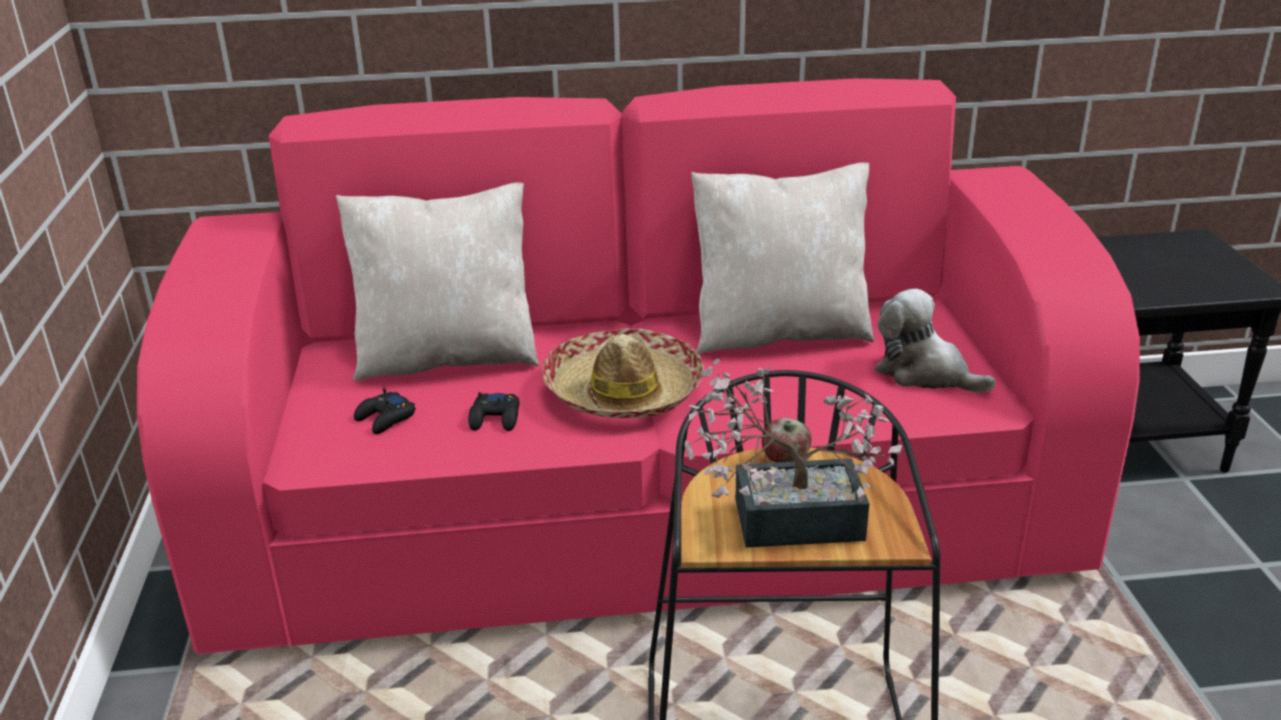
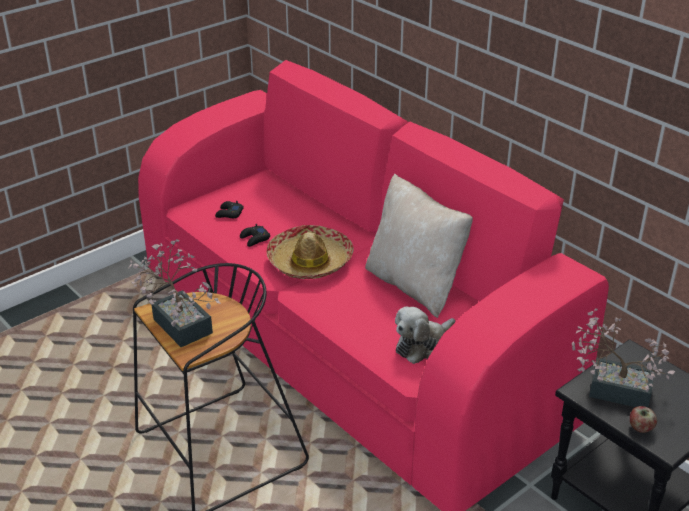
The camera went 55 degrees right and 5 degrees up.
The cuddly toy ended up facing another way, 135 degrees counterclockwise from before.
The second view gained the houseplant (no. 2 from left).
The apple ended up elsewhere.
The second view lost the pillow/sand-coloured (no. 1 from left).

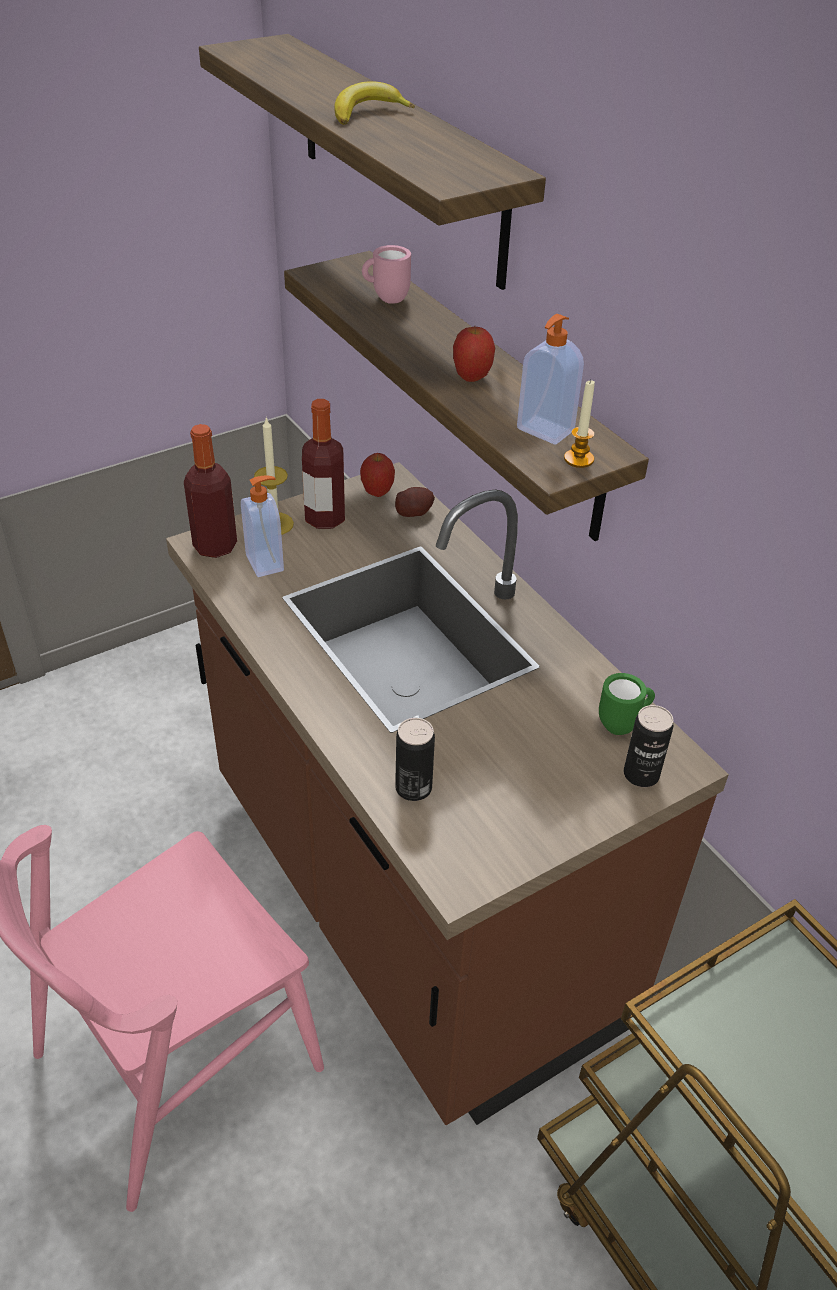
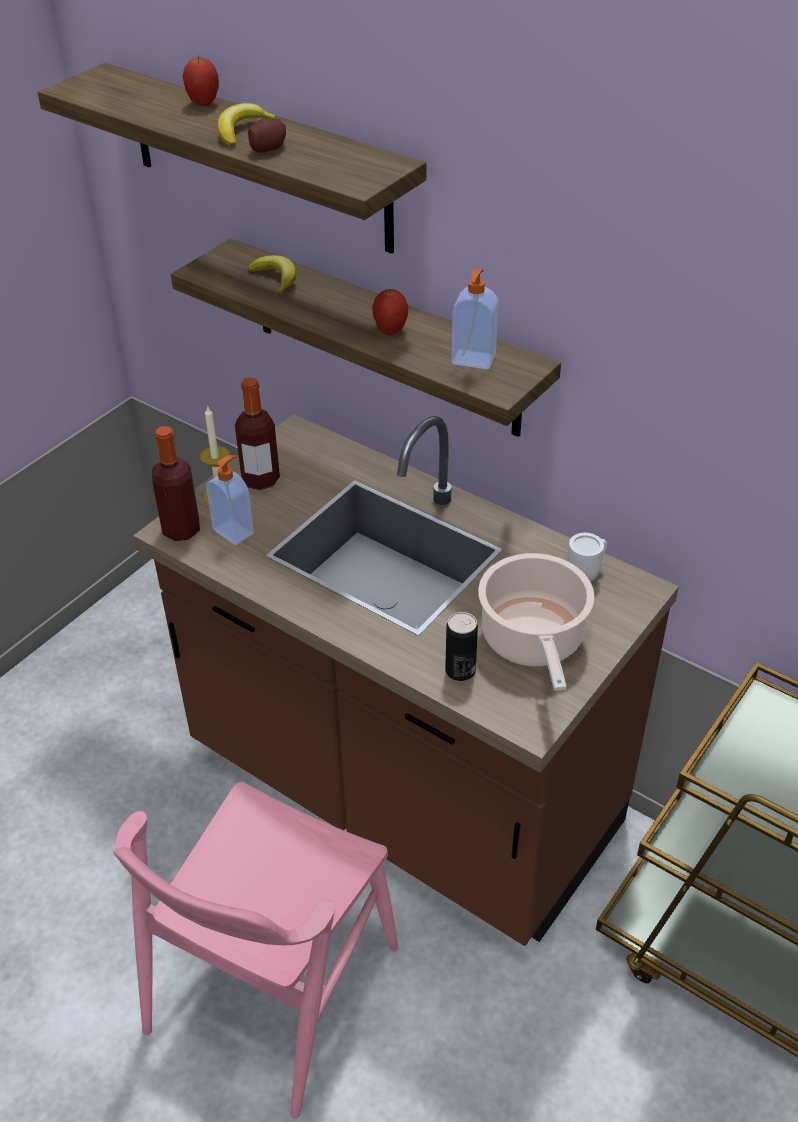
The camera went 20 degrees left and 0 degrees up.
The apple (no. 1 from left) ended up elsewhere.
The potato ended up elsewhere.
Where the tea mug/pinkish stood, the banana fruit (no. 2 from left) came to stand.
The second view gained the cooking pot.
What was the tea mug/green turned into the tea mug/white-coloured.
The second view lost the wax candle (no. 2 from left).
The second view lost the can (no. 2 from left).

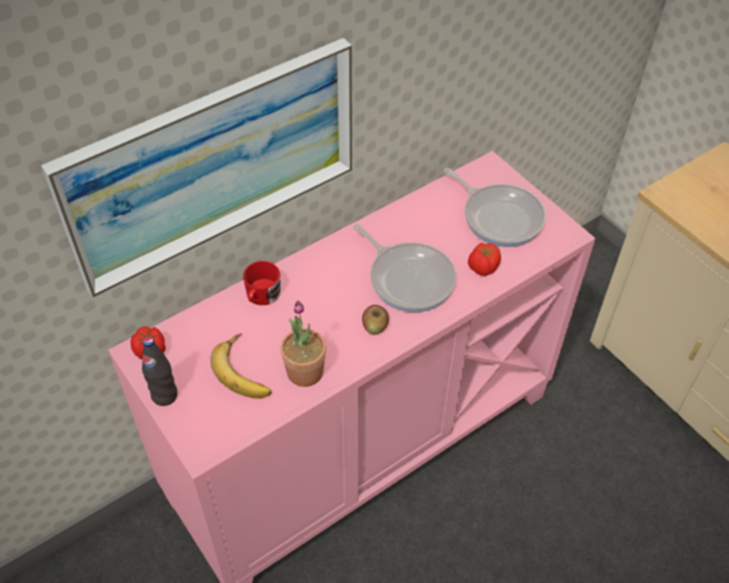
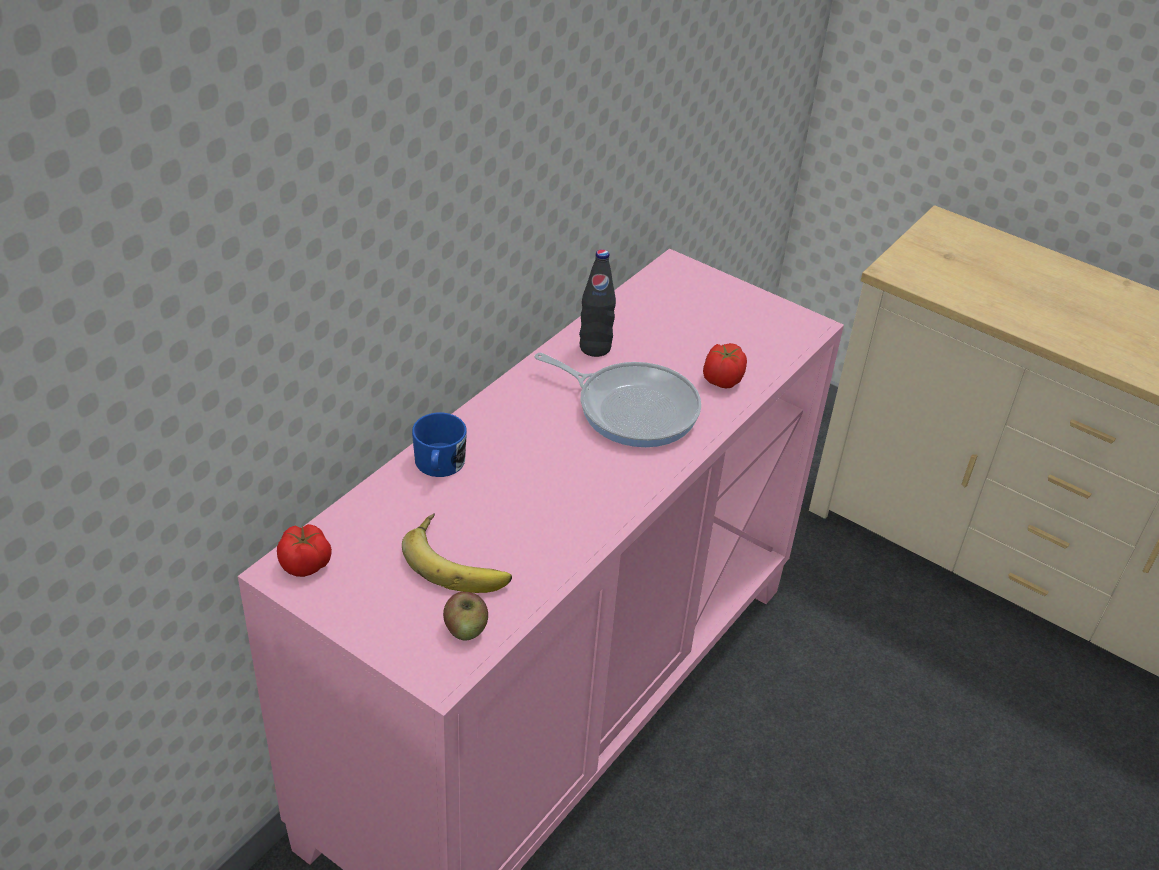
The camera went 20 degrees left and 10 degrees down.
What was the tea mug/reddish turned into the tea mug/blue-coloured.
The apple ended up elsewhere.
The drink bottle/blackish ended up elsewhere.
The second view lost the wall art.
The second view lost the houseplant.
The second view lost the frying pan (no. 2 from left).

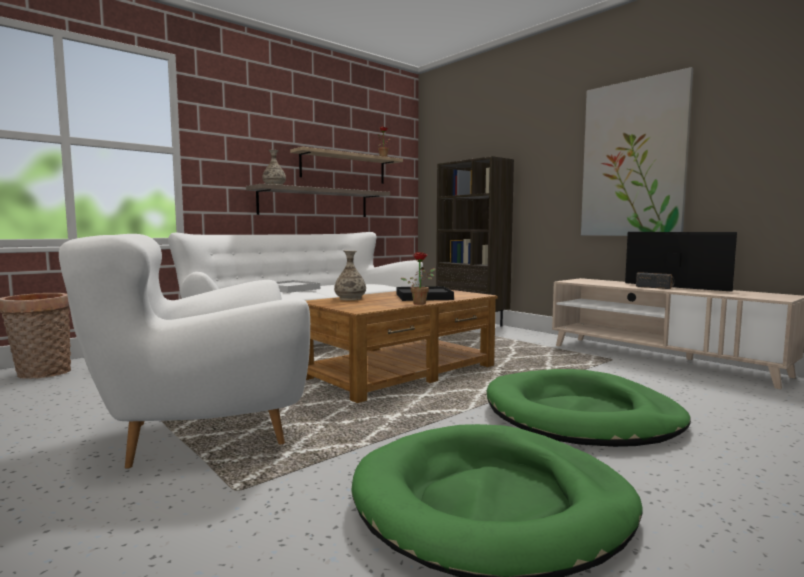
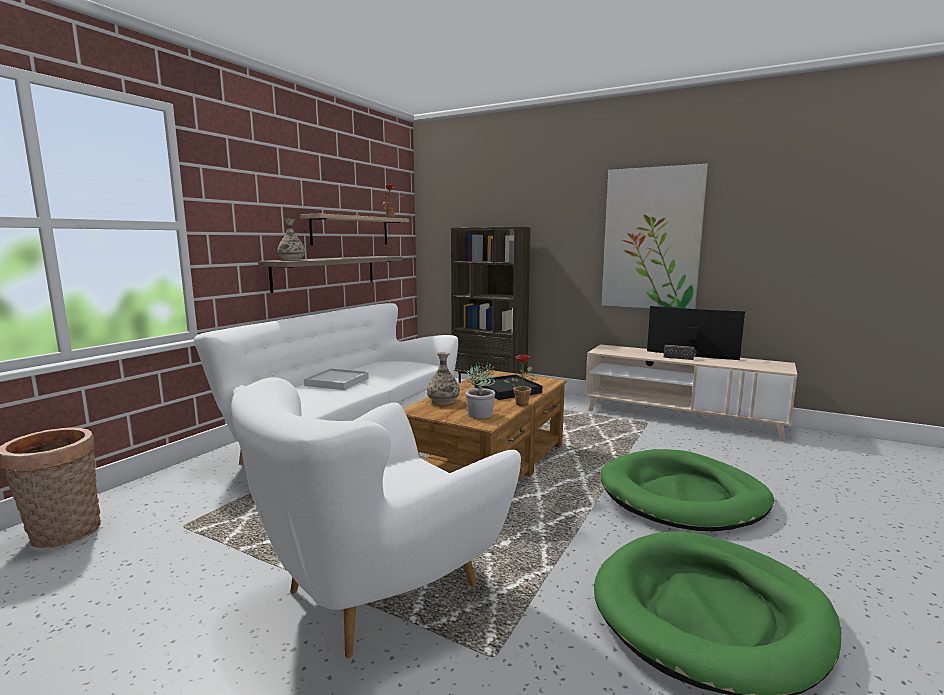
The camera went 20 degrees left and 5 degrees up.
The second view gained the houseplant (no. 2 from left).

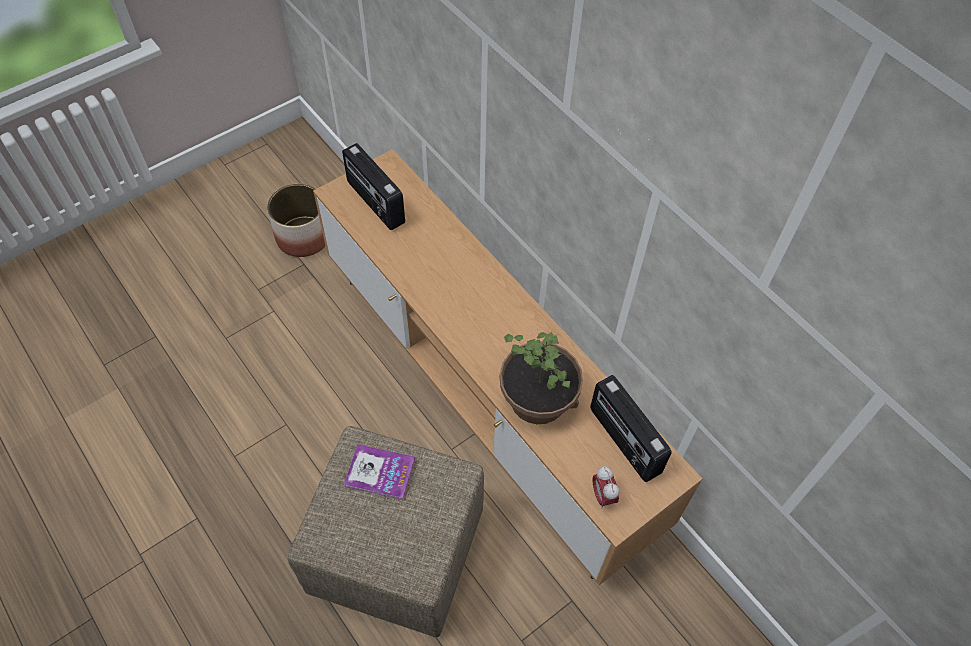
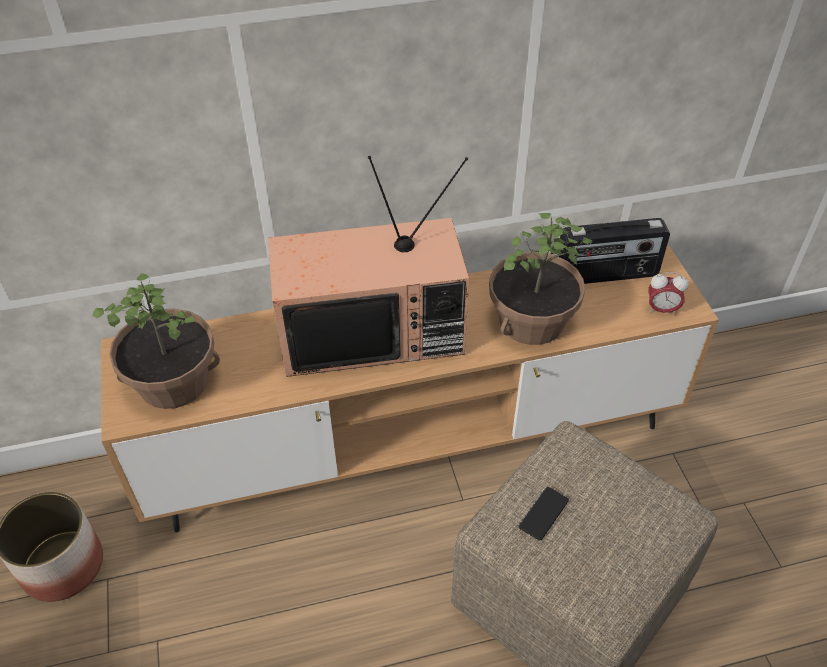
The camera went 65 degrees left and 10 degrees down.
Where the radio receiver (no. 1 from left) stood, the houseplant (no. 1 from left) came to stand.
The second view gained the television.
Where the volume stood, the handset came to stand.

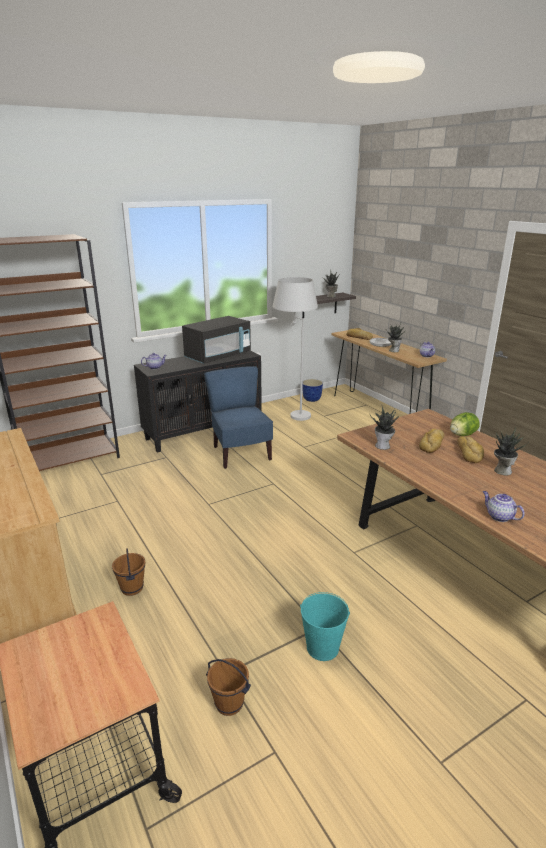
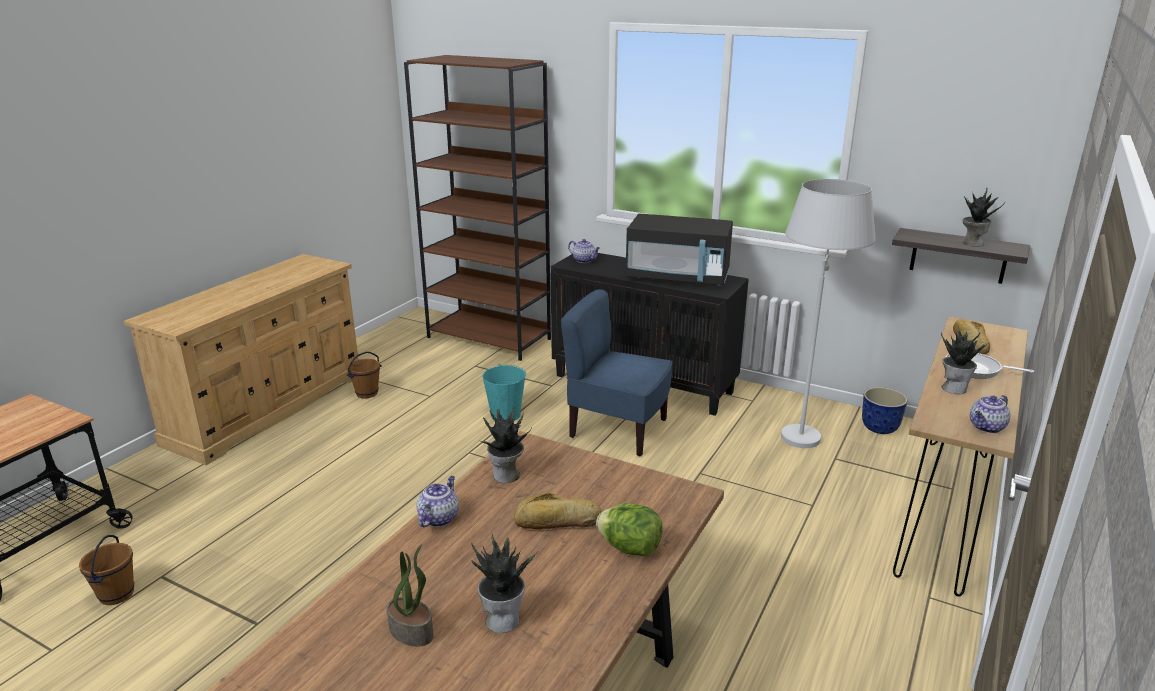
The camera went 60 degrees right and 0 degrees up.
The water bucket/brownish (no. 1 from left in the first image) ended up elsewhere.
The second view gained the houseplant (no. 1 from left).
The tea pot (no. 3 from left in the first image) ended up elsewhere.
The water bucket/turquoise-coloured ended up elsewhere.
The plain chair/blue-coloured ended up facing another way, 105 degrees counterclockwise from before.
The second view lost the bakery bread (no. 3 from left).

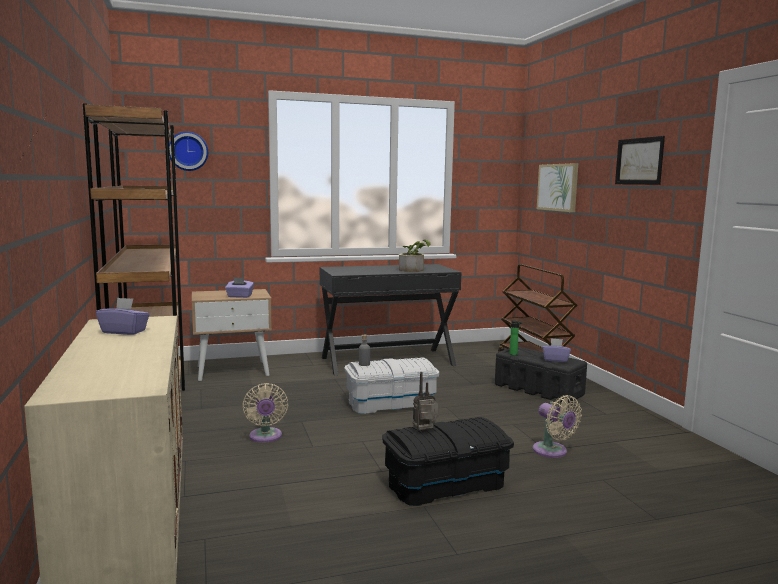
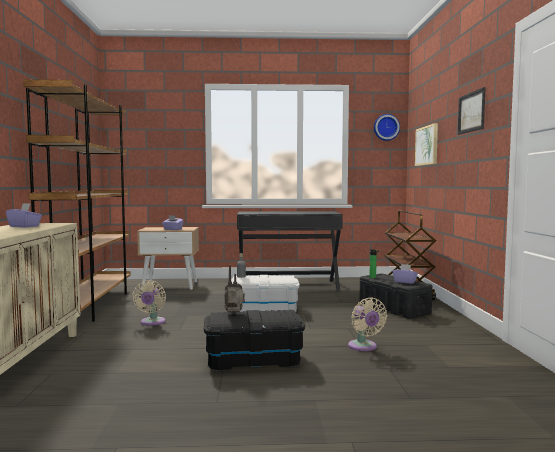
The camera went 15 degrees right and 5 degrees down.
The clock on the wall ended up elsewhere.
The second view lost the houseplant.

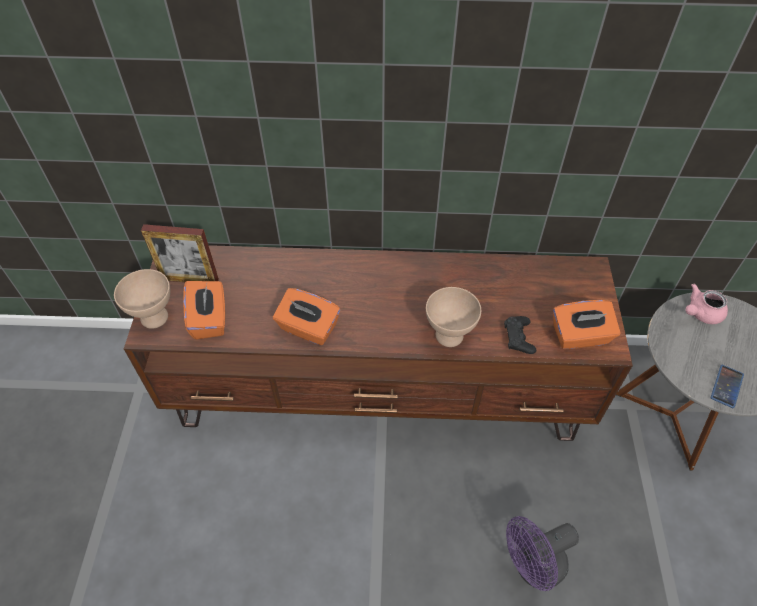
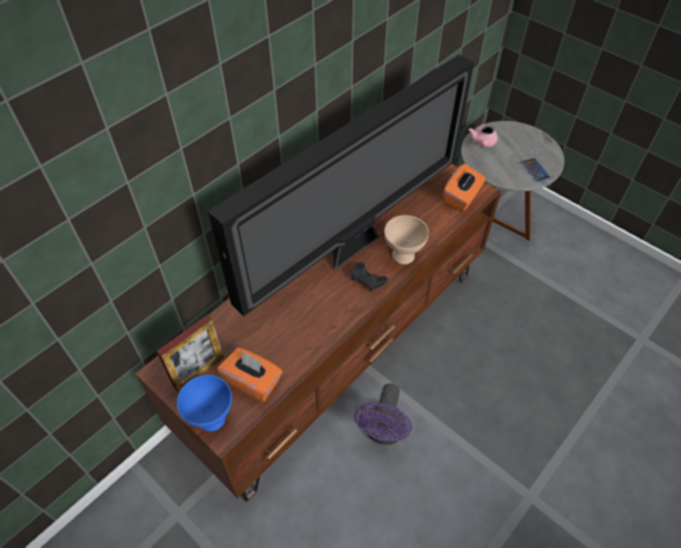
The camera went 50 degrees left and 0 degrees up.
What was the serving bowl/sand-coloured (no. 1 from left) turned into the serving bowl/blue-coloured.
The second view gained the television.
The gamepad/blackish ended up elsewhere.
The cooling fan/purplish ended up elsewhere.
The second view lost the tissue holder/orange-coloured (no. 2 from left).

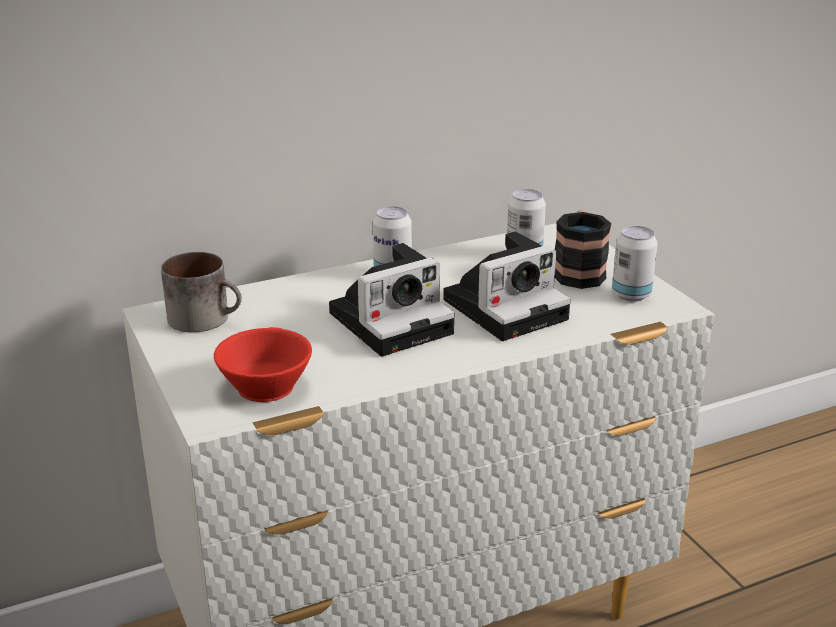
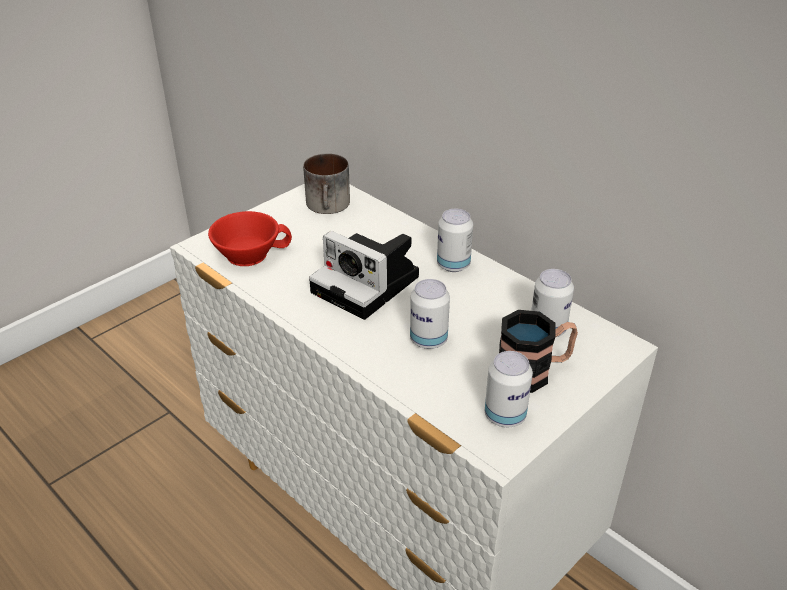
The camera went 70 degrees right and 10 degrees up.
Where the still camera (no. 2 from left) stood, the can (no. 1 from left) came to stand.

